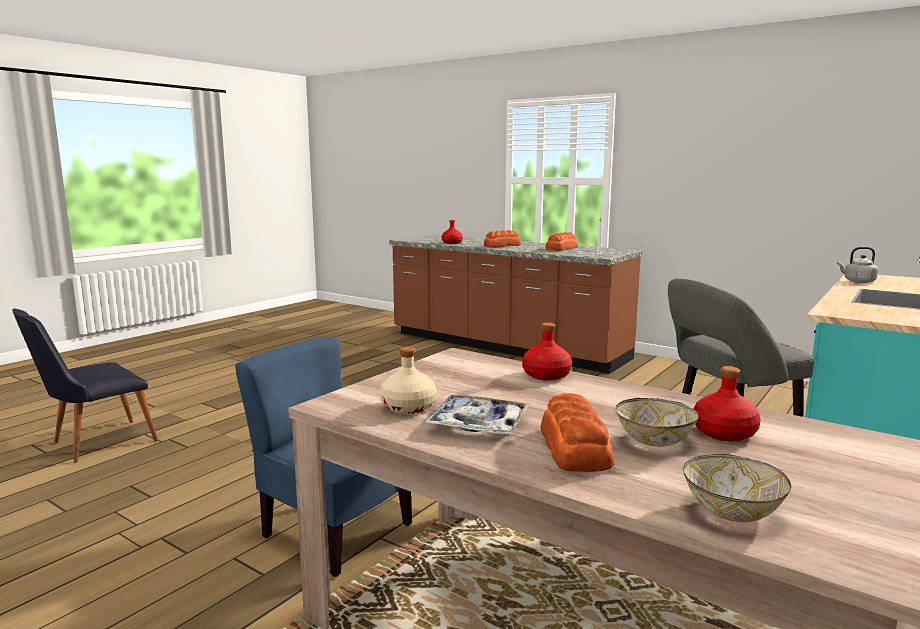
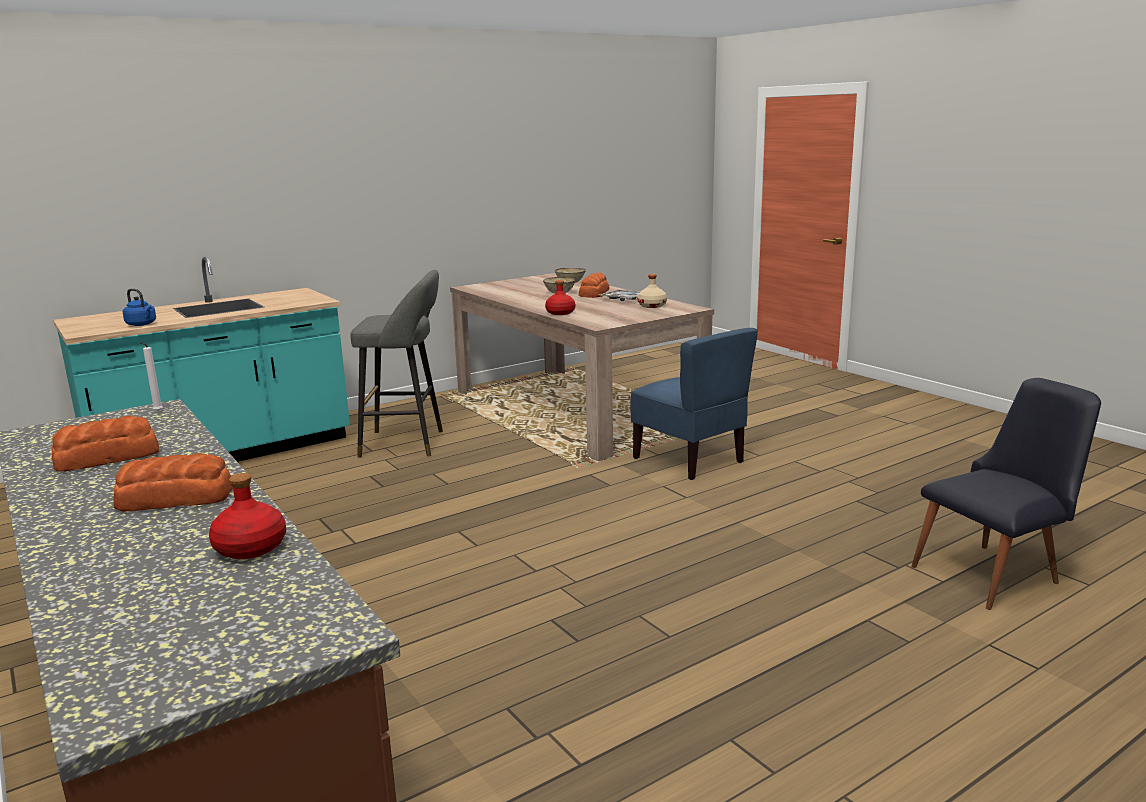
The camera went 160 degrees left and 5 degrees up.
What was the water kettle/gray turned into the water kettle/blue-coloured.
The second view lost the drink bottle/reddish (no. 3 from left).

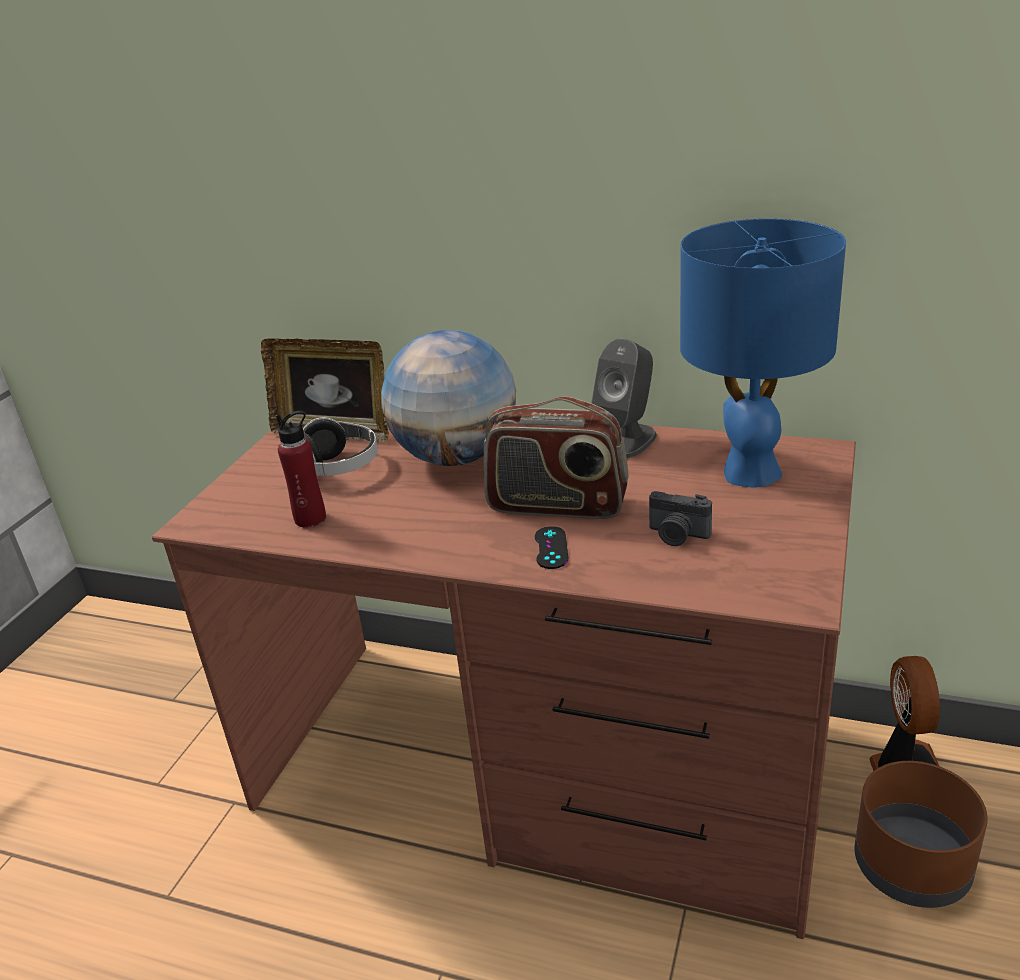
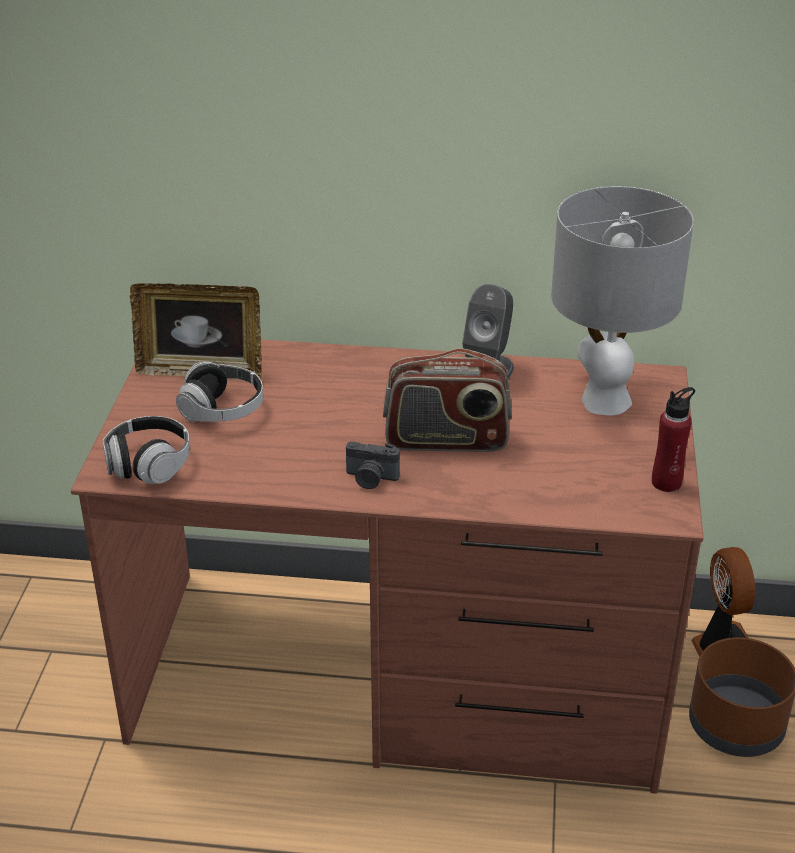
The camera went 15 degrees left and 5 degrees up.
The second view gained the pair of headphones (no. 1 from left).
The still camera ended up elsewhere.
What was the tabletop lamp/blue-coloured turned into the tabletop lamp/gray.
The drink bottle/reddish ended up elsewhere.
The second view lost the globe.
The second view lost the gamepad/blackish.

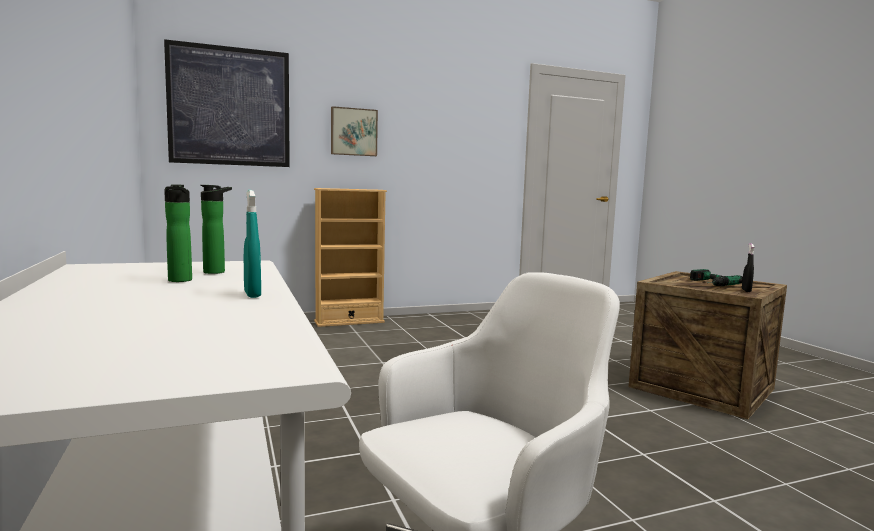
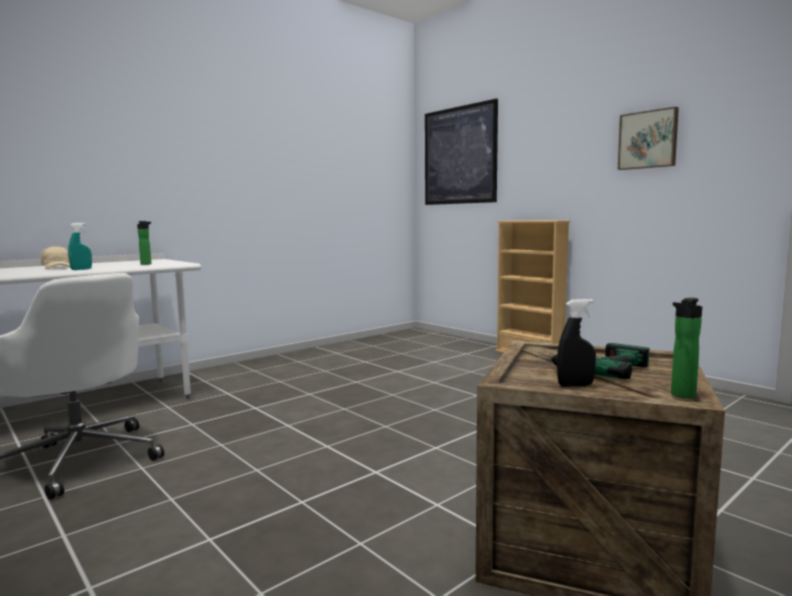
The camera went 70 degrees right and 0 degrees up.
The second view gained the peaked cap/sand-coloured.
The wall art (no. 2 from left) ended up elsewhere.
The drink bottle (no. 1 from left in the first image) ended up elsewhere.

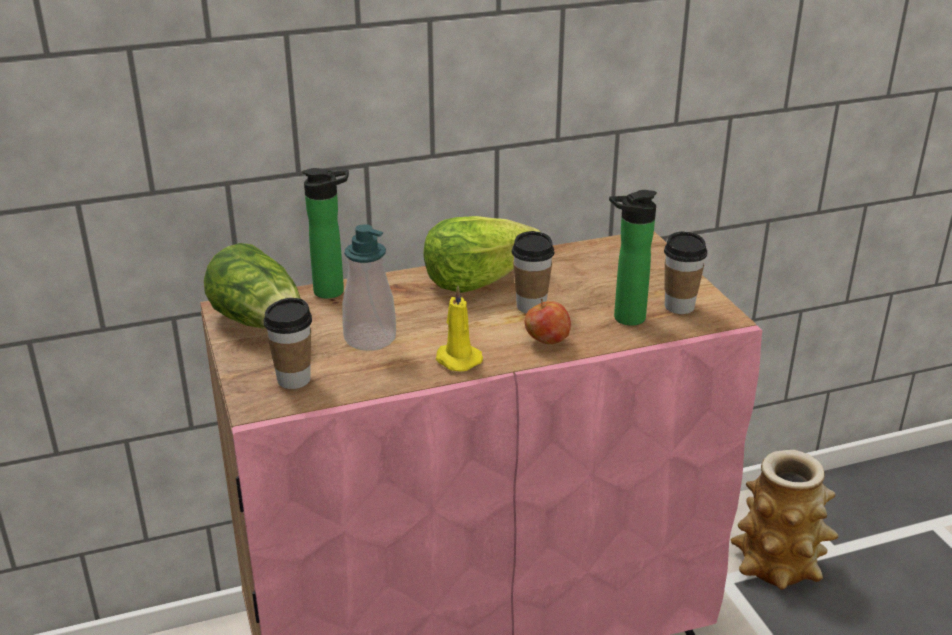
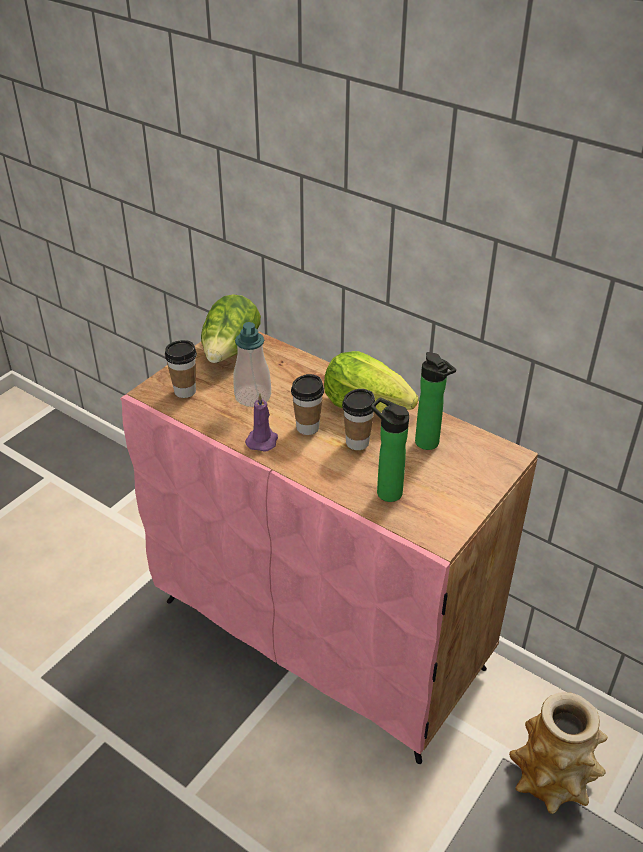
The camera went 55 degrees right and 10 degrees up.
What was the wax candle/yellow-coloured turned into the wax candle/purplish.
The drinking cup (no. 3 from left in the first image) ended up elsewhere.
The drink bottle (no. 1 from left in the first image) ended up elsewhere.
The second view lost the apple.

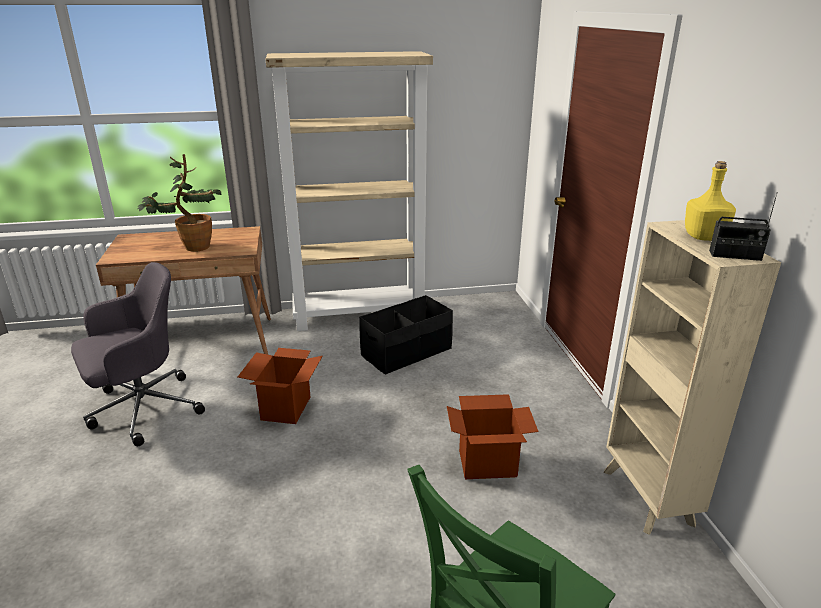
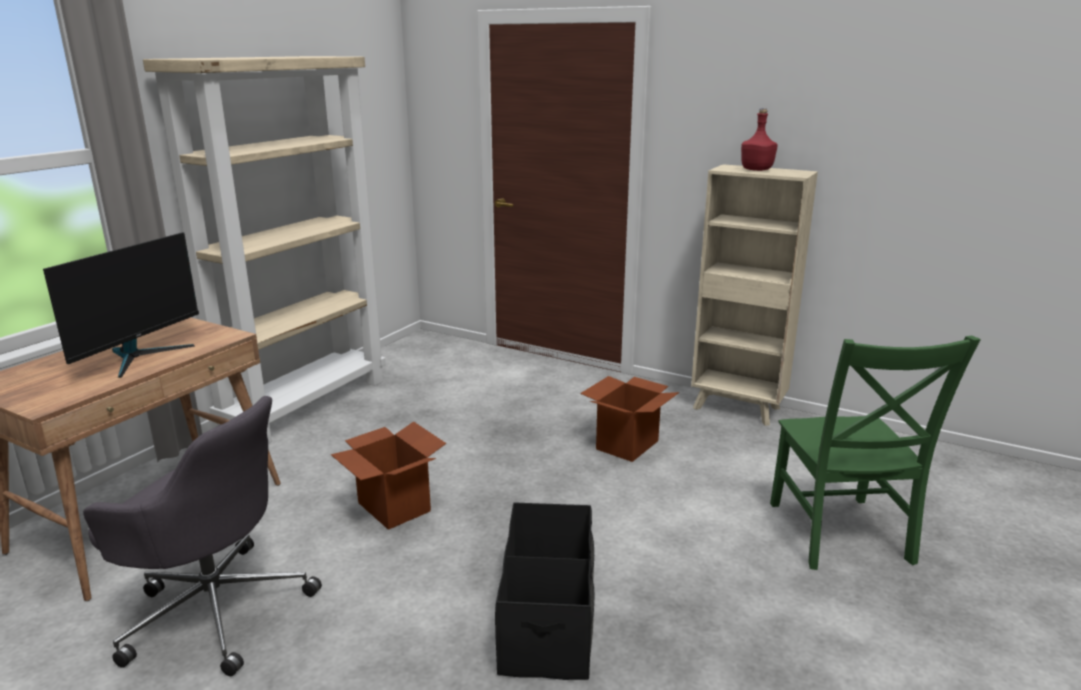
The camera went 50 degrees left and 5 degrees down.
Where the houseplant stood, the monitor came to stand.
The computer chair/gray ended up facing another way, 105 degrees clockwise from before.
The storage bin/blackish ended up elsewhere.
What was the drink bottle/yellow-coloured turned into the drink bottle/reddish.
The second view lost the radio receiver.

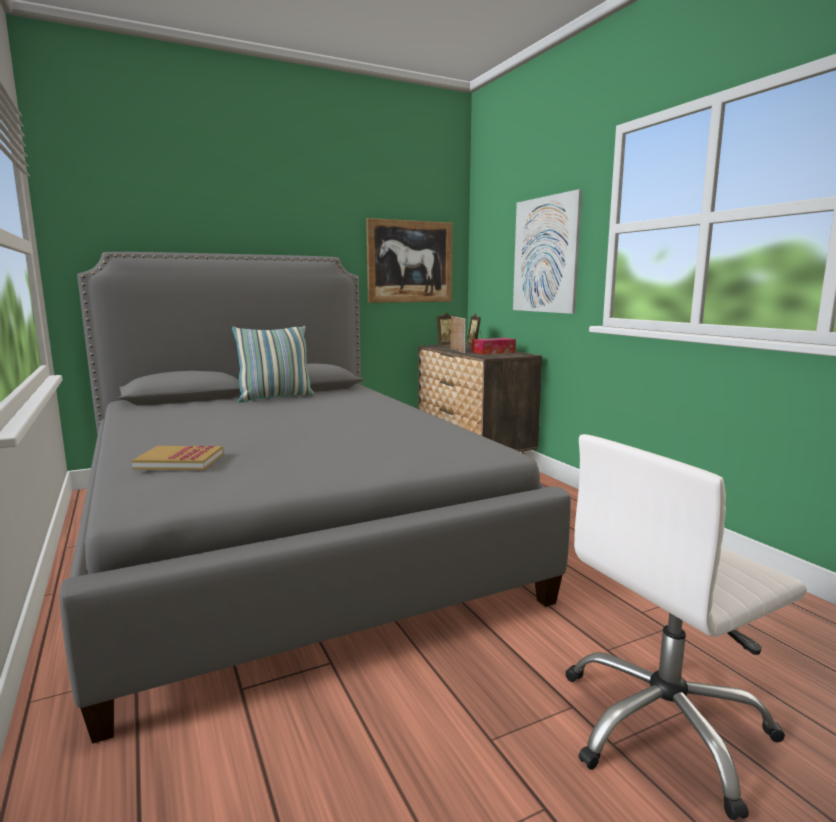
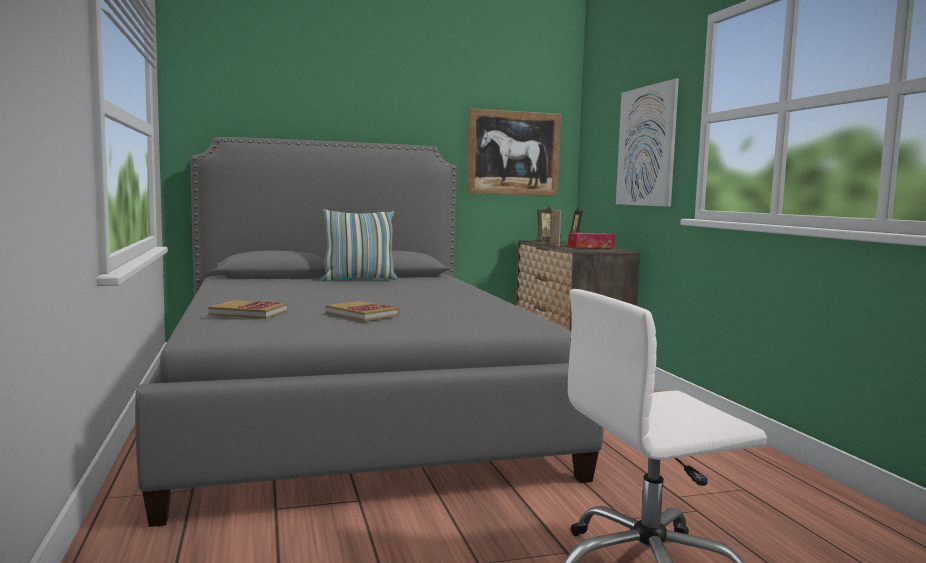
The camera went 10 degrees right and 5 degrees down.
The second view gained the volume (no. 2 from left).

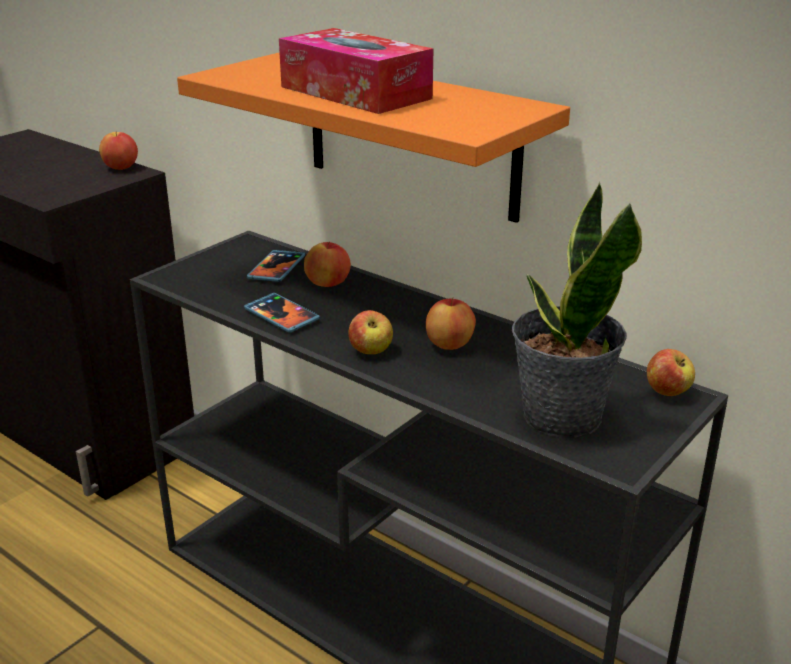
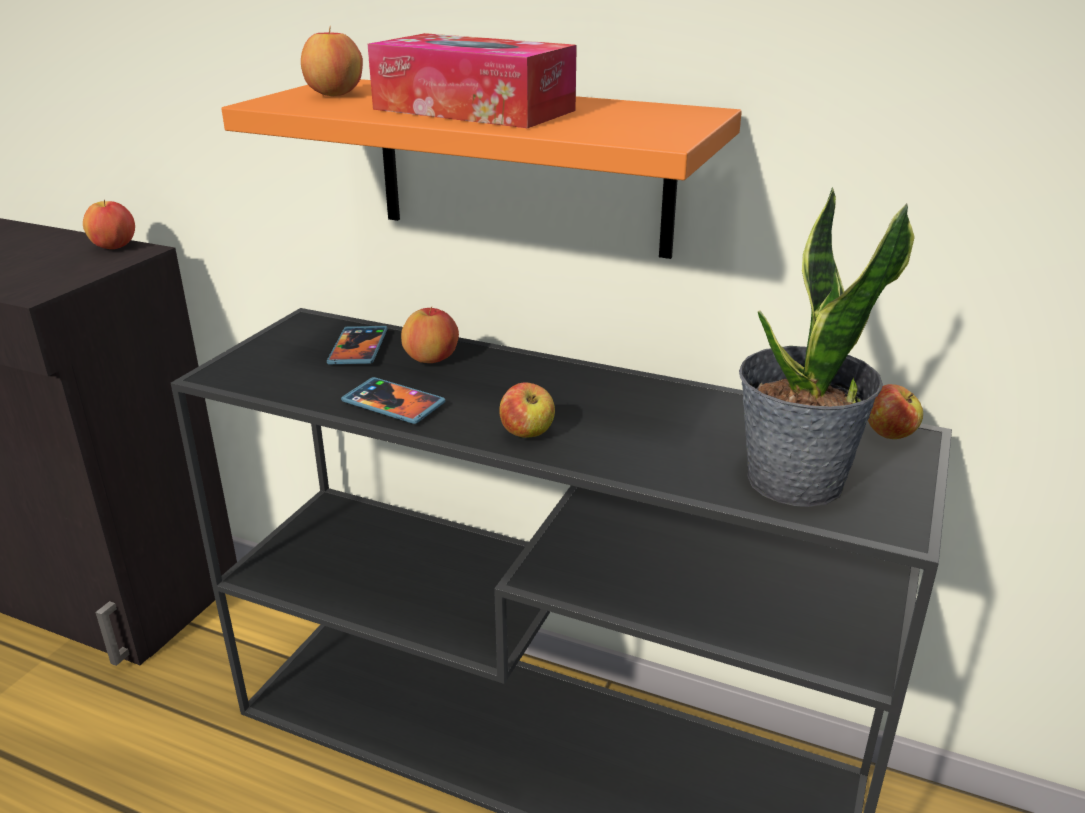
The camera went 15 degrees left and 0 degrees up.
The apple (no. 4 from left in the first image) ended up elsewhere.

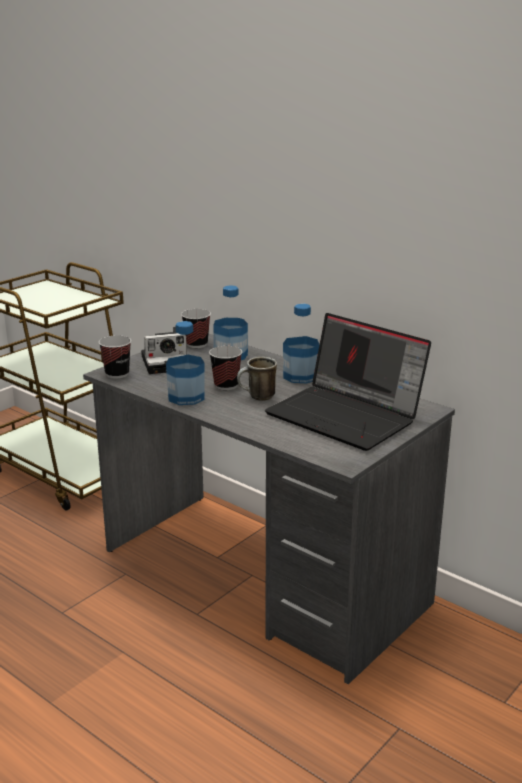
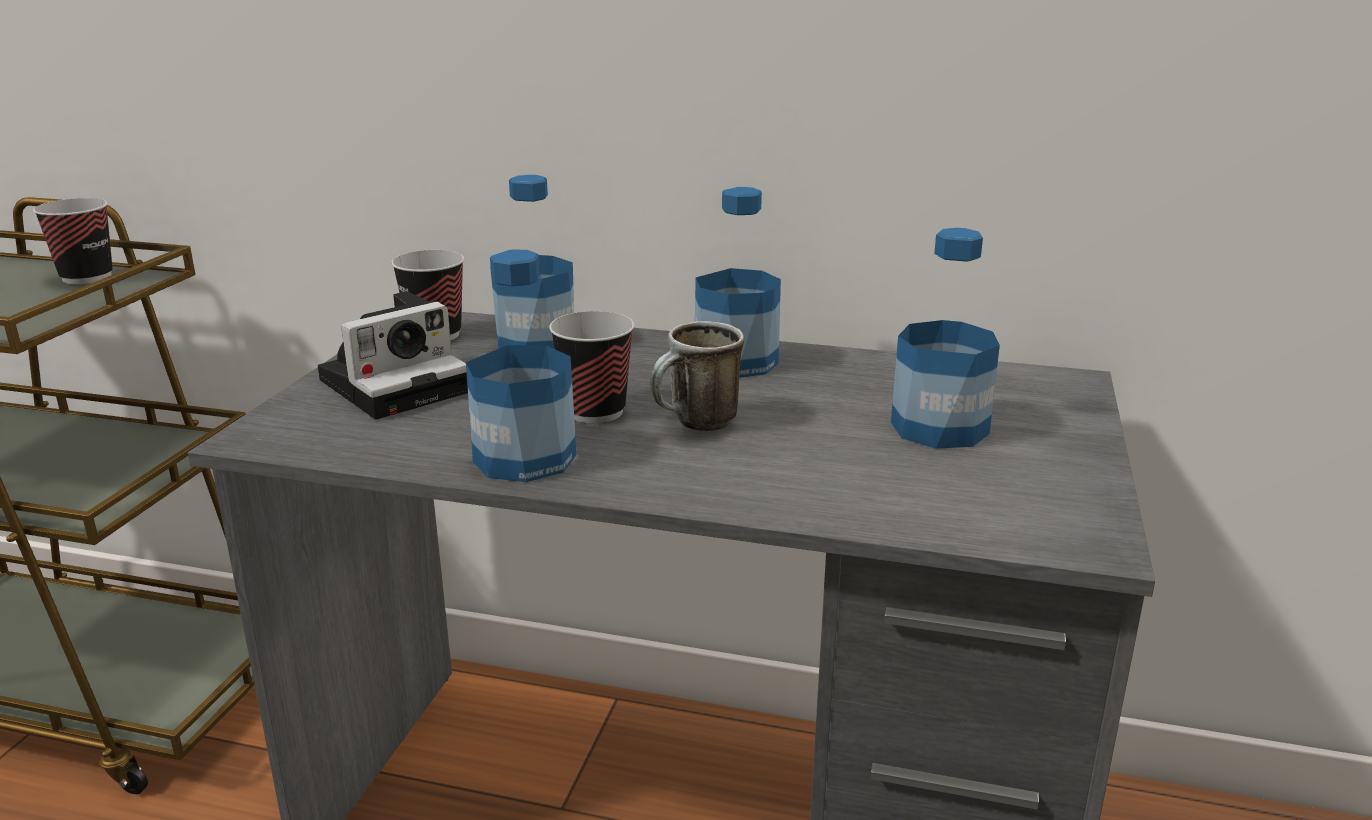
The camera went 25 degrees left and 0 degrees up.
The drinking cup (no. 1 from left) ended up elsewhere.
Where the laptop stood, the drink bottle (no. 4 from left) came to stand.

